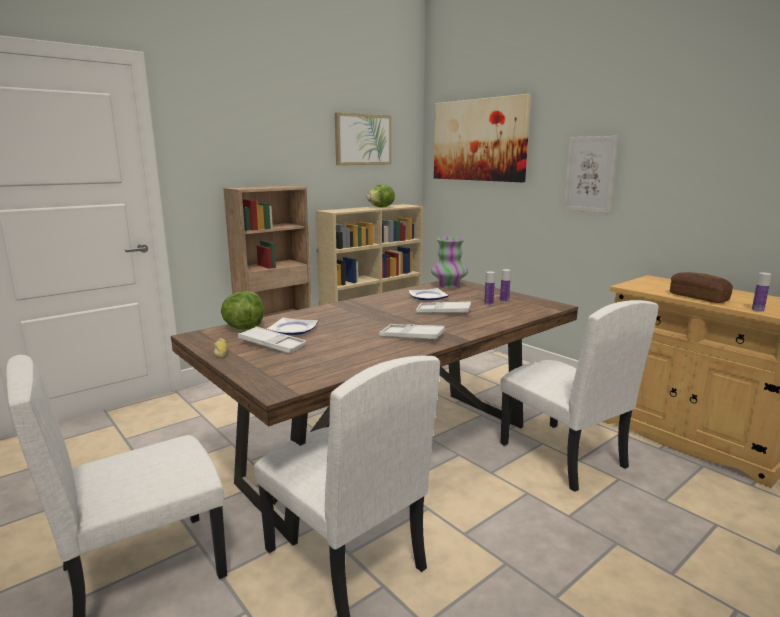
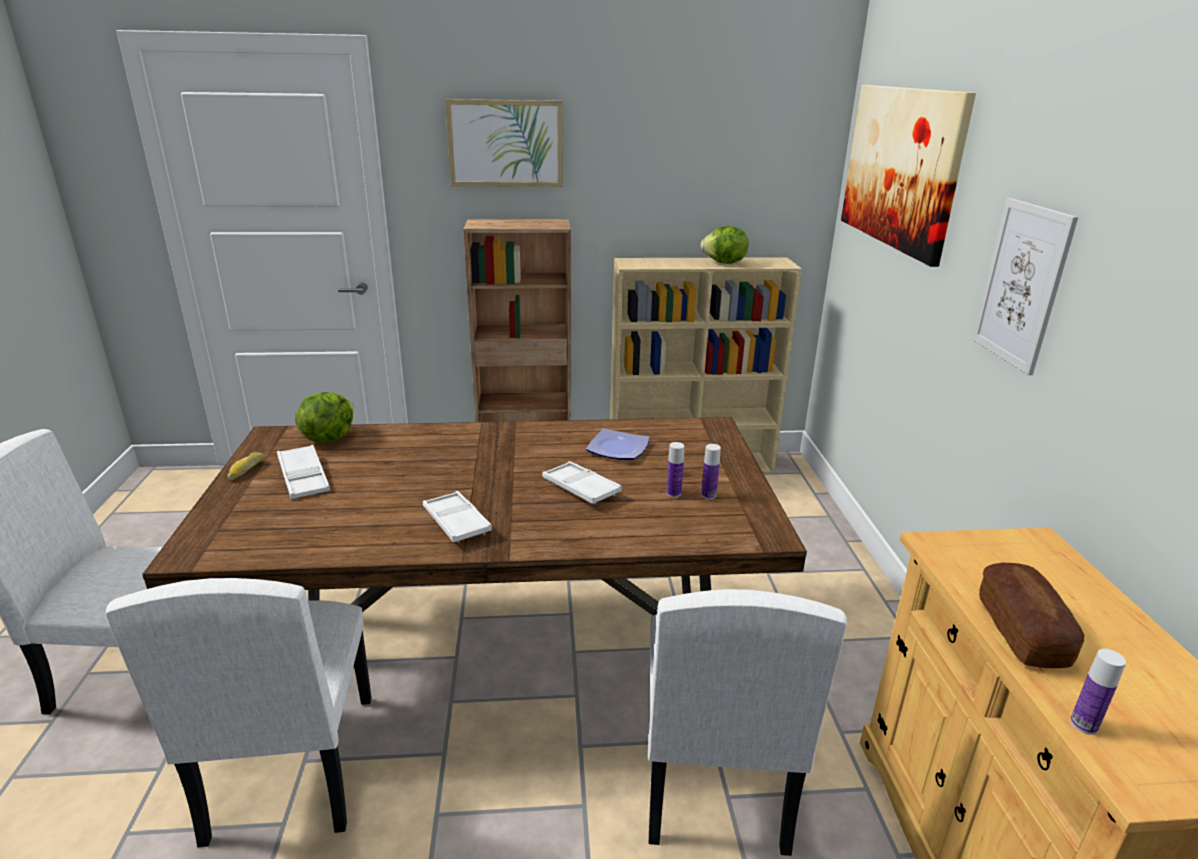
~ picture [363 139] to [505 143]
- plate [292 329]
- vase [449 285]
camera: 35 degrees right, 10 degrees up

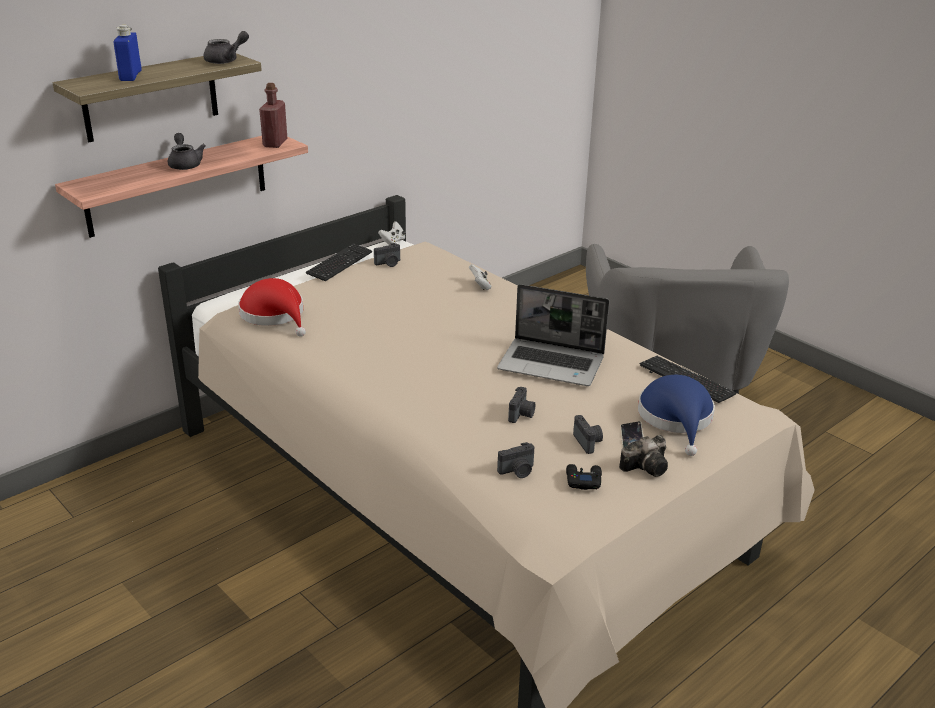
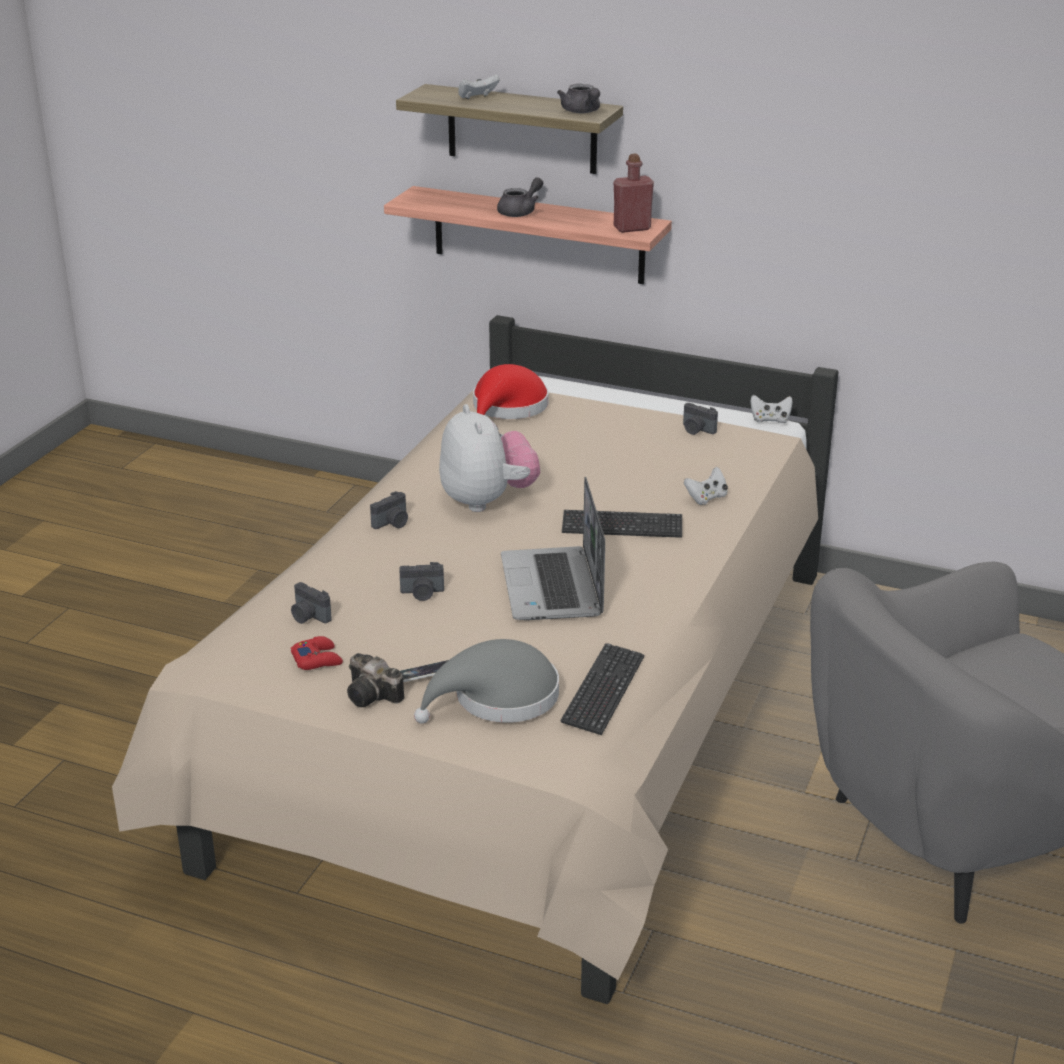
~ black game controller [583 480] to red game controller [317 659]
~ photo camera [588 442] to [392 523]
~ blue hat [677 419] to grey hat [498 698]
+ plush toy [487 501]
~ blue bottle [130 76] to white game controller [477 98]
~ grey teapot [226 60] = [582 112] 45 degrees clockwise
~ keyboard [339 264] to [622 526]
camera: 65 degrees right, 0 degrees up

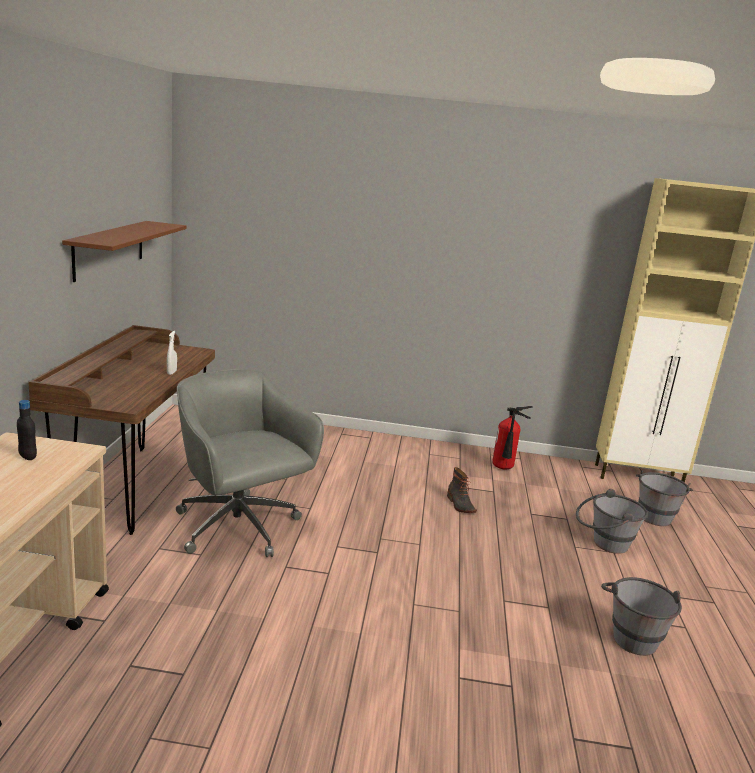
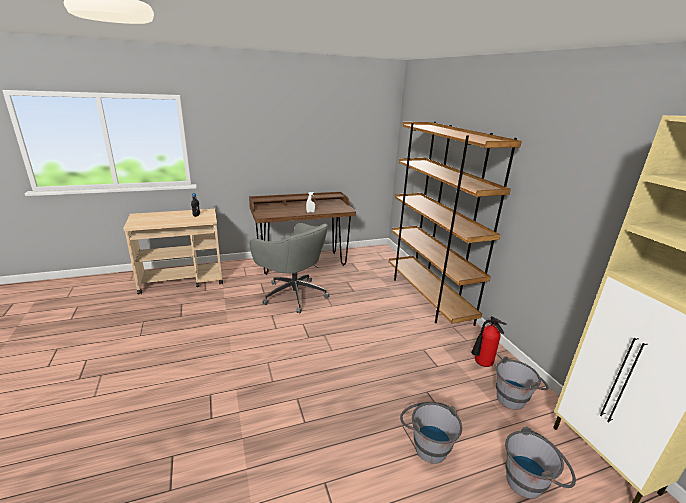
~ grey office chair [239 528] = [293 294] 105 degrees clockwise
+ brown bookcase [428 297]
~ grey bucket [631 635] to [514 397]
- brown shelf [109 249]
- boot [459 505]
camera: 65 degrees right, 5 degrees up

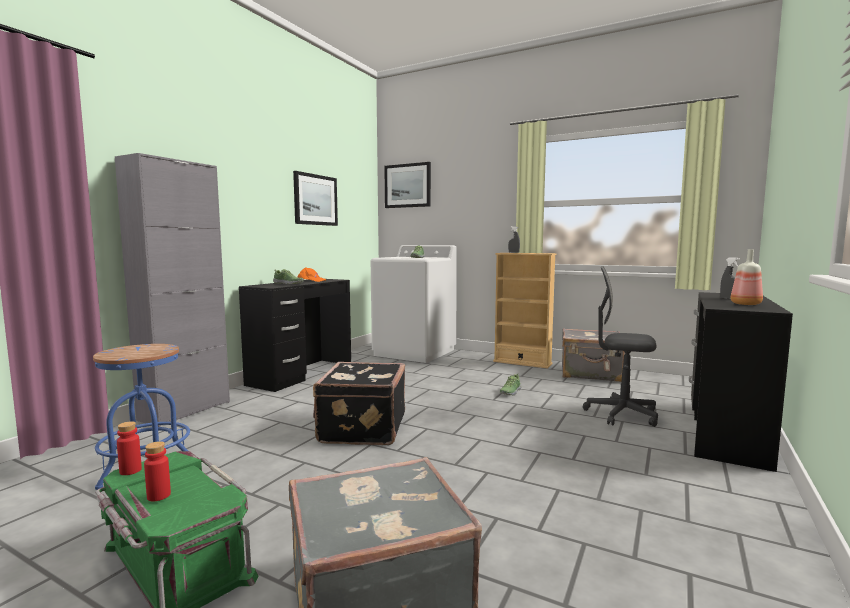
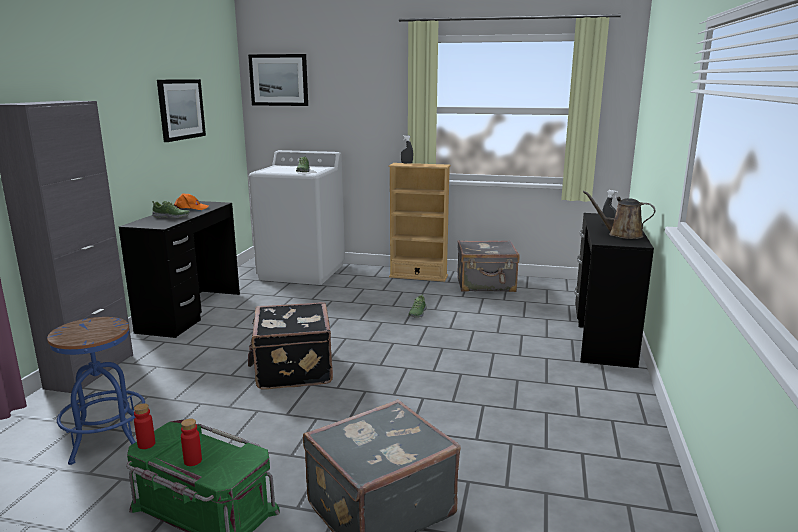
~ bottle [746 304] to brown watering can [621 234]
- grey office chair [621 414]
camera: 15 degrees left, 10 degrees up

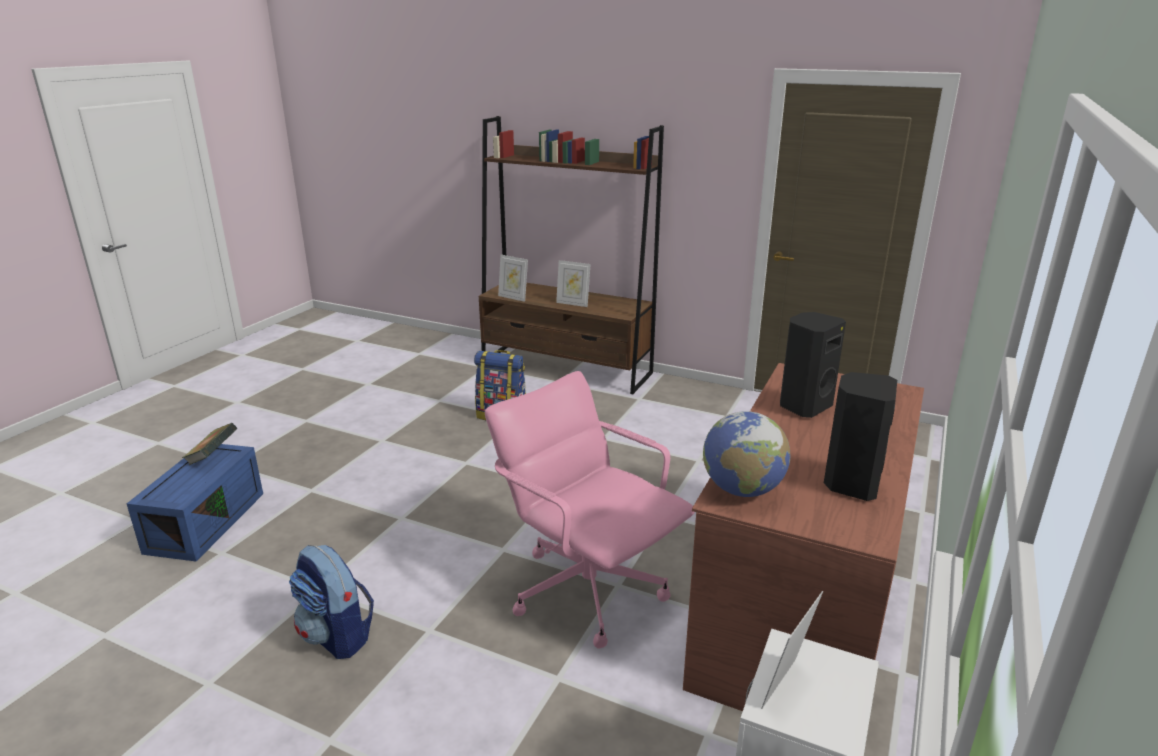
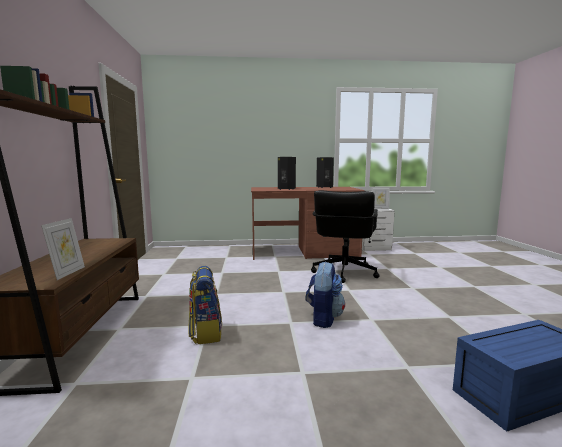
~ backpack [337 636] to [323 318]
~ pink office chair [588 589] to black office chair [344 273]
- book [213 457]
- picture frame [573 303]
- globe [742 490]
camera: 120 degrees left, 15 degrees down

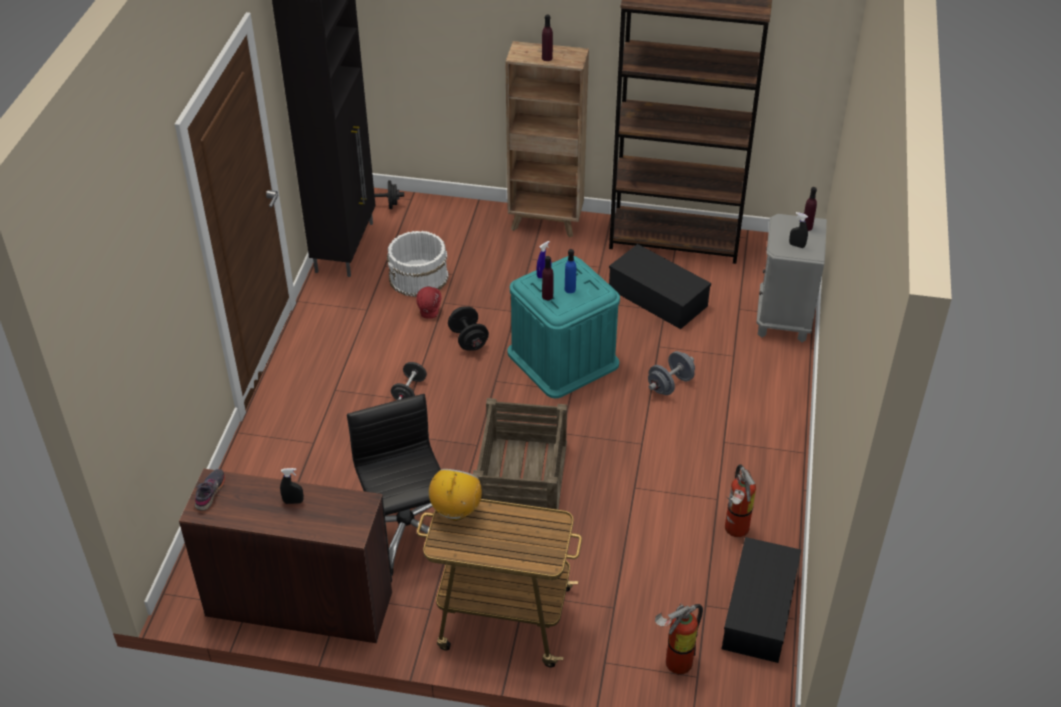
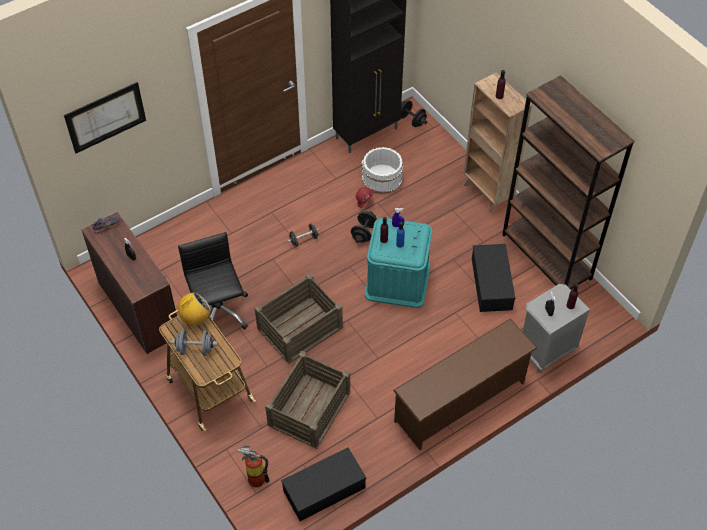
+ picture [105 117]
~ grey dumbbell [670 384] to [195 349]
~ black office chair [406 533] = [218 312] 45 degrees counterclockwise
+ crate [308 408]
+ brown shoe rack [460 403]
- fire extinguisher [735 530]
camera: 45 degrees right, 10 degrees up

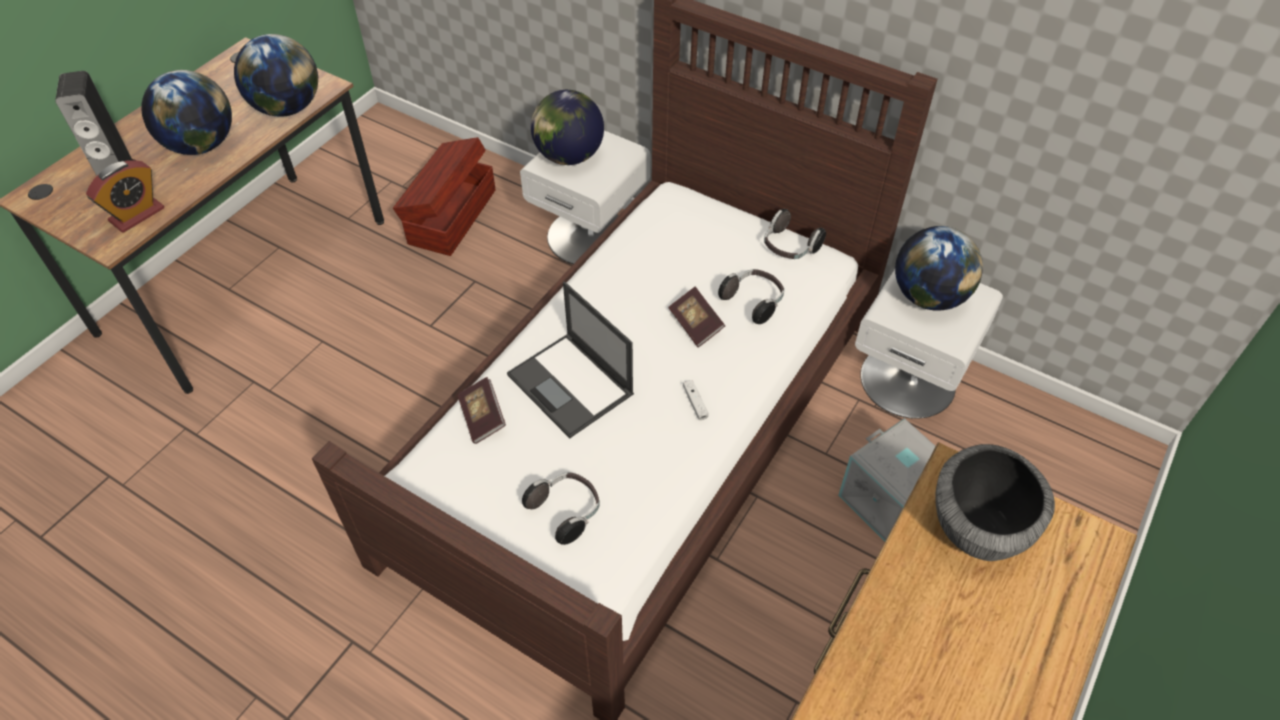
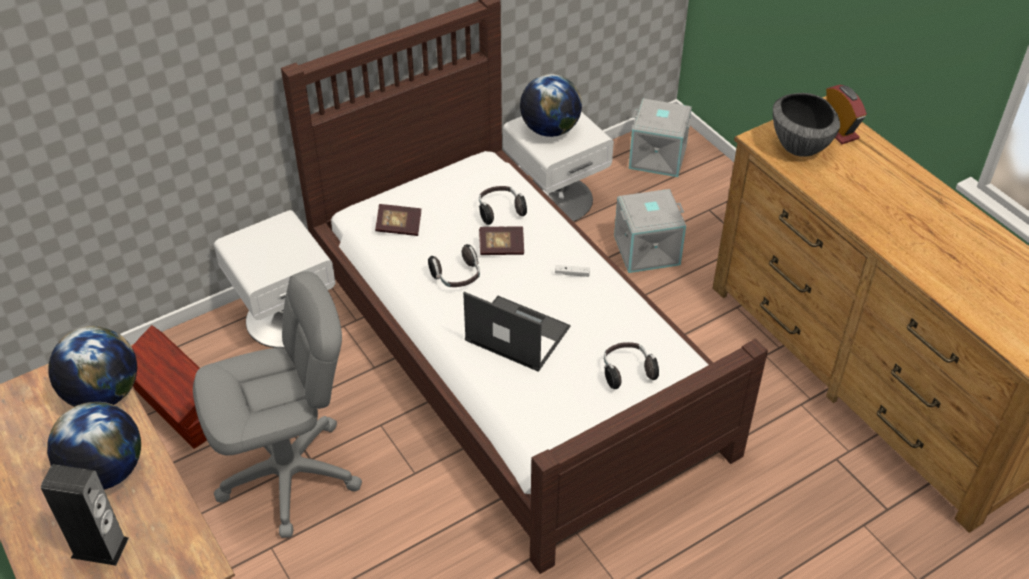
+ grey office chair [289 475]
~ book [482 417] to [399 227]
~ headphones [789 247] to [457 277]
~ laptop [571 385] = [516 333] 135 degrees counterclockwise
+ grey storage box [658 156]
~ alarm clock [137 215] to [838 131]
- globe [569 156]
camera: 65 degrees left, 5 degrees down

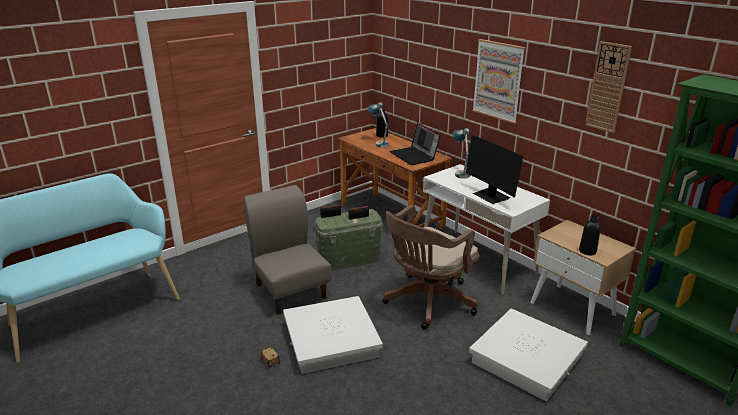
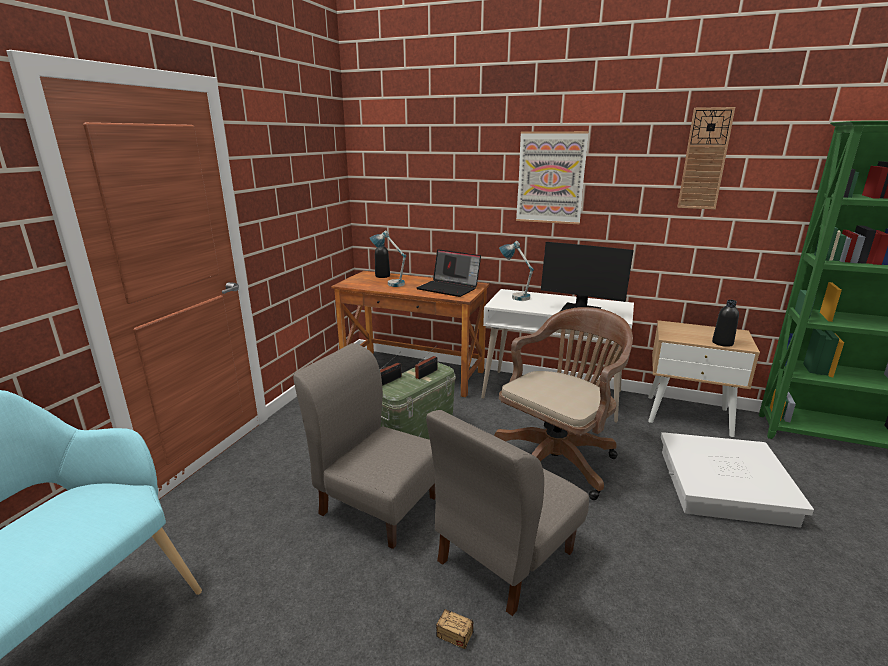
~ white storage box [331 340] to grey chair [504 556]
~ brown office chair [427 303] = [558 458] 150 degrees counterclockwise
camera: 30 degrees left, 5 degrees down

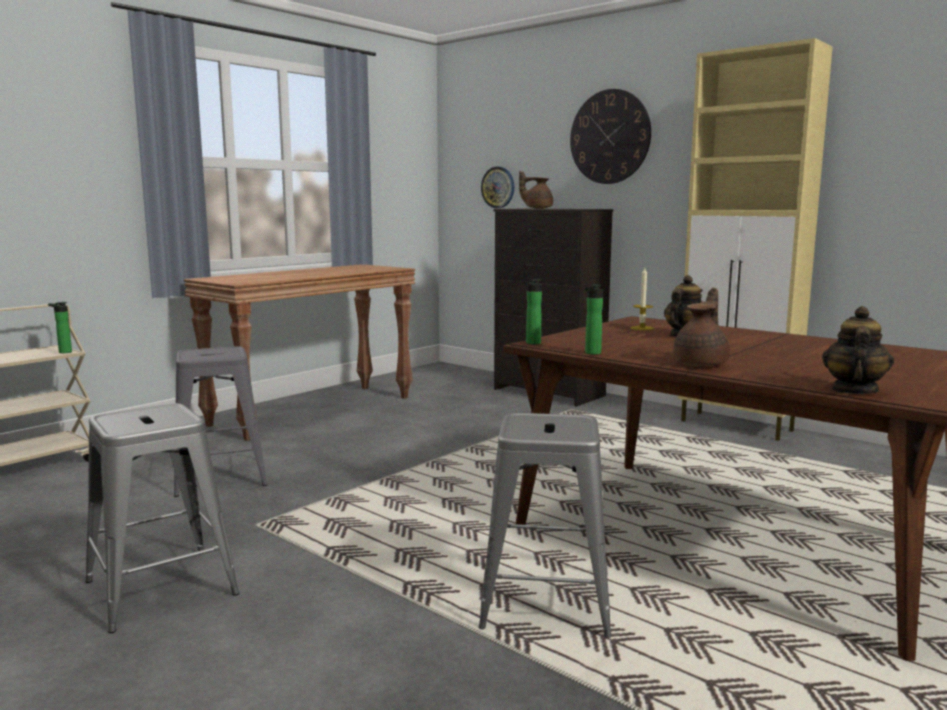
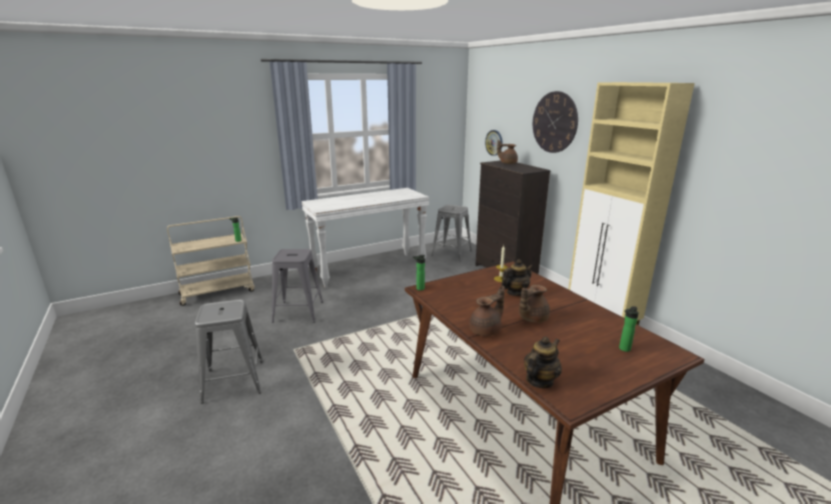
~ brown console table [313 410] to white console table [369 269]
~ grey stool [546 602] to [451 253]
+ brown teapot [531 318]
~ bottle [591 353] to [623 349]
camera: 20 degrees right, 10 degrees up

